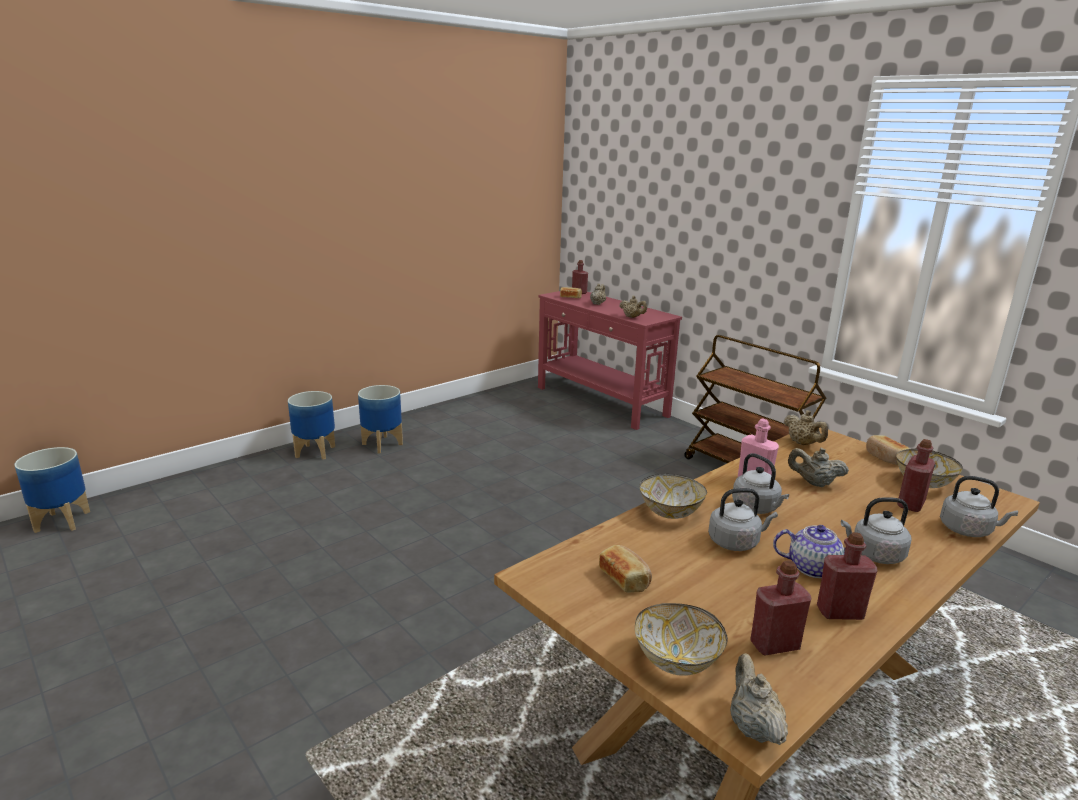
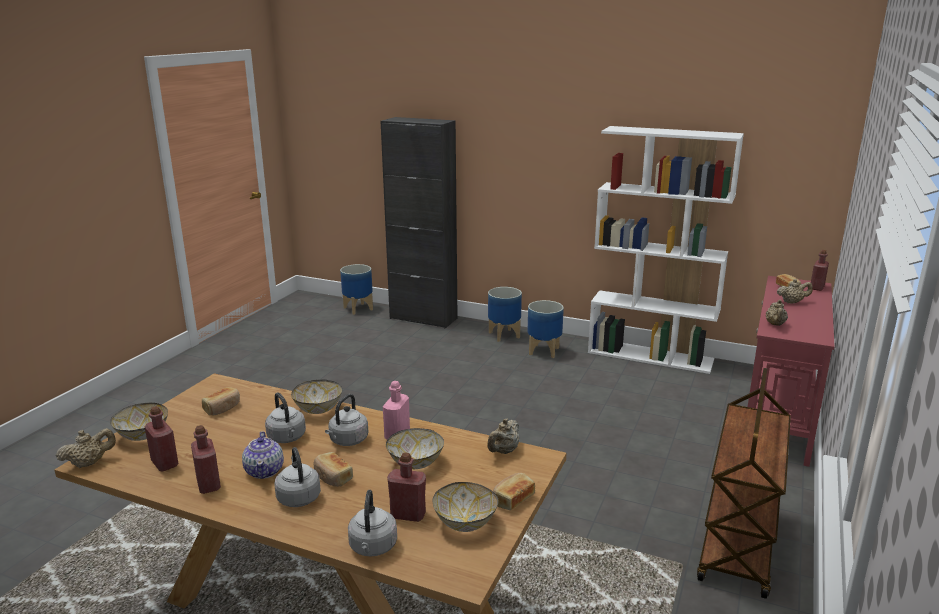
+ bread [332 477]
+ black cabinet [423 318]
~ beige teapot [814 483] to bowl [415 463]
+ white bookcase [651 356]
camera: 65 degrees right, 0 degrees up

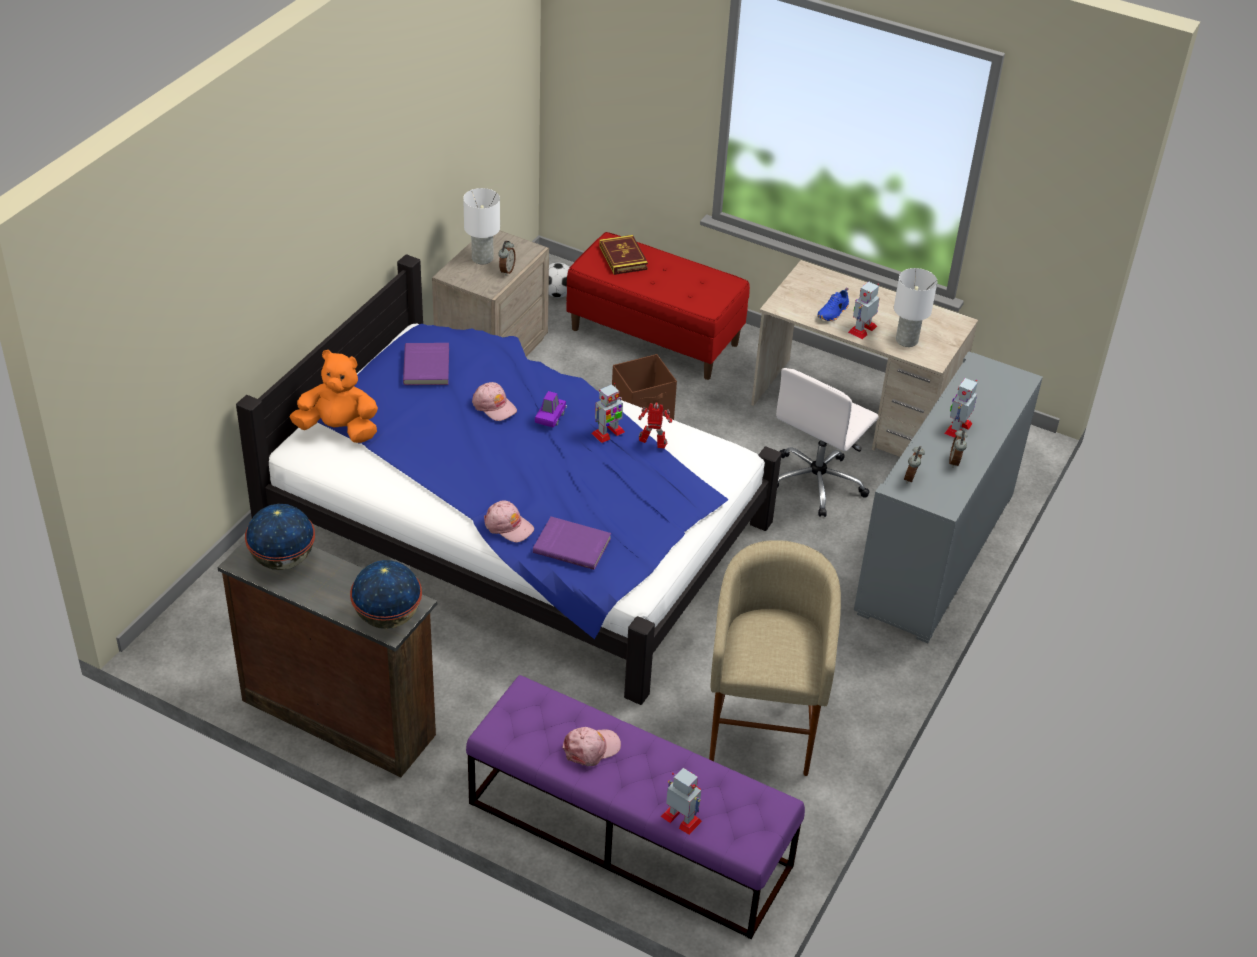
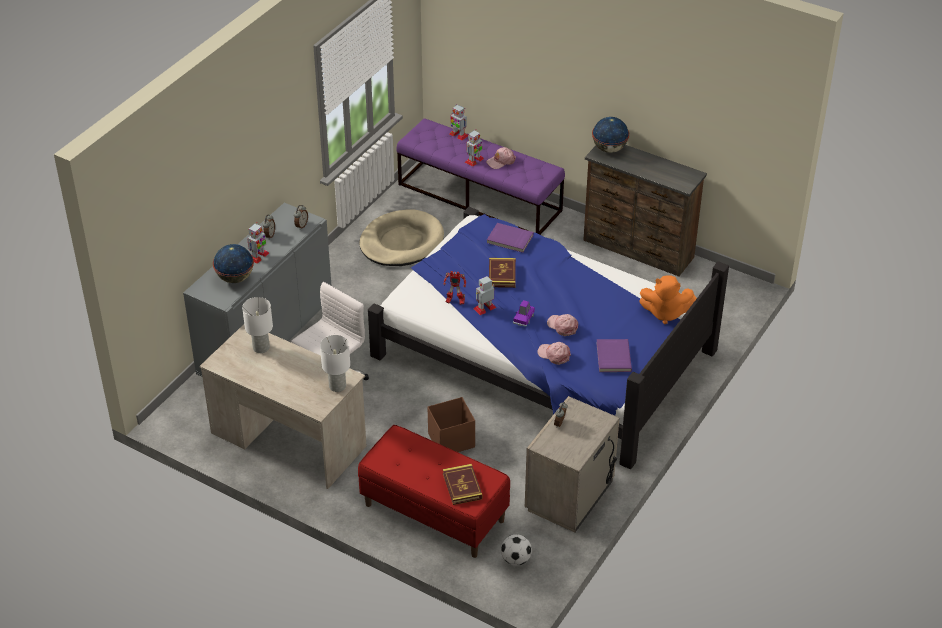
~ globe [282 560] to [235 278]
~ white table lamp [483 258] to [337 386]
~ beige stool [762 726] to beige dog bed [401 242]
~ toy robot [862 329] to [474 160]
+ book [502 275]
~ pink cap [508 526] to [554 355]
- blue shoe [833 313]
camera: 175 degrees left, 0 degrees up

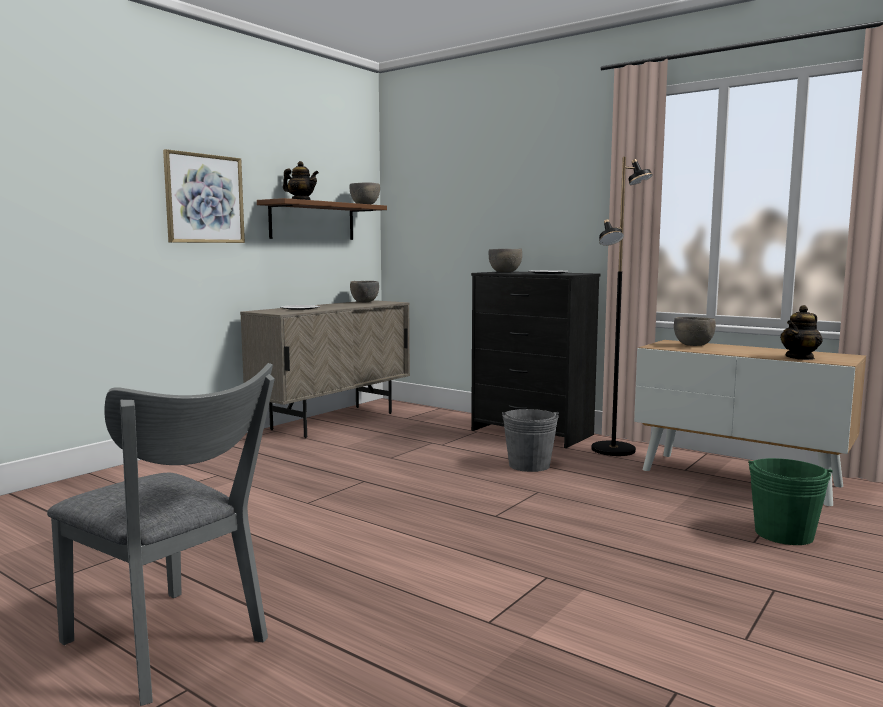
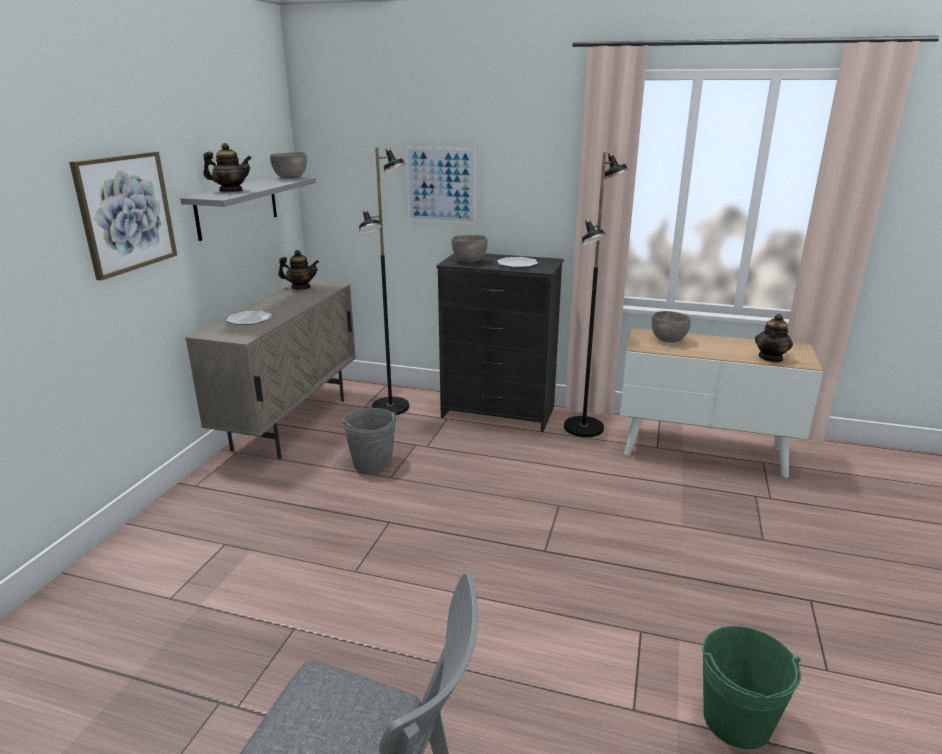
~ brown shelf [312 221] to grey shelf [237 207]
~ grey bowl [364 302] to teapot [301 287]
~ grey bucket [529 465] to [372 462]
+ black floor lamp [391 407]
+ picture [441 185]
~ green bucket [784 534] to [737 720]
camera: 20 degrees left, 15 degrees up

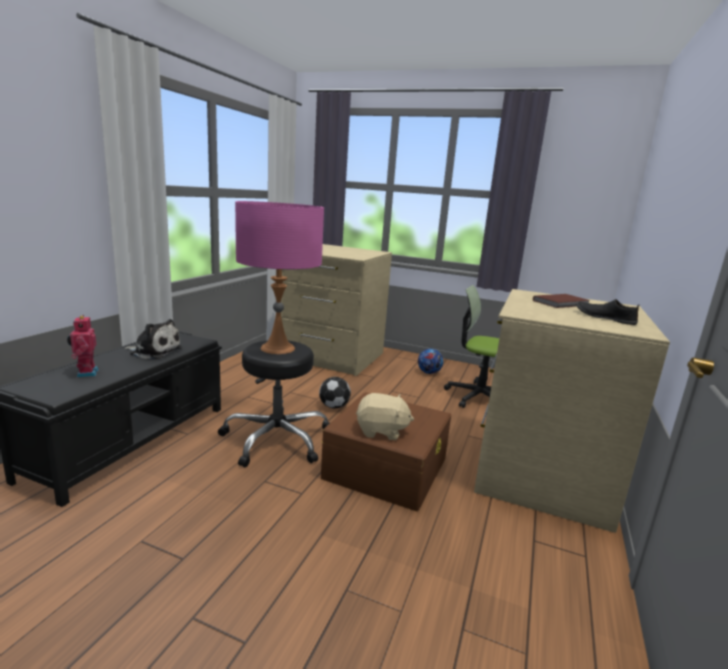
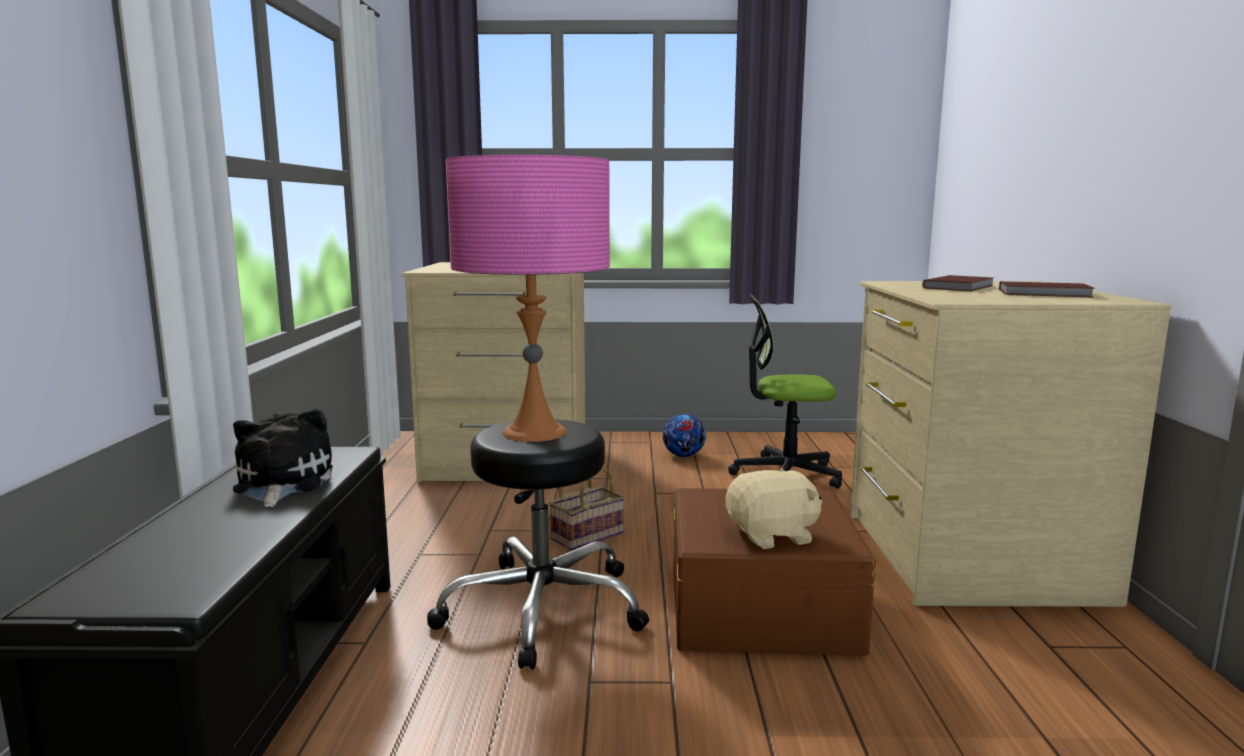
~ plush toy [154 351] = [281 483] 90 degrees counterclockwise
~ football [334 406] to basket [588 535]
~ black shoe [604 317] to brown book [1045 293]
- toy robot [86 373]
camera: 20 degrees left, 5 degrees down

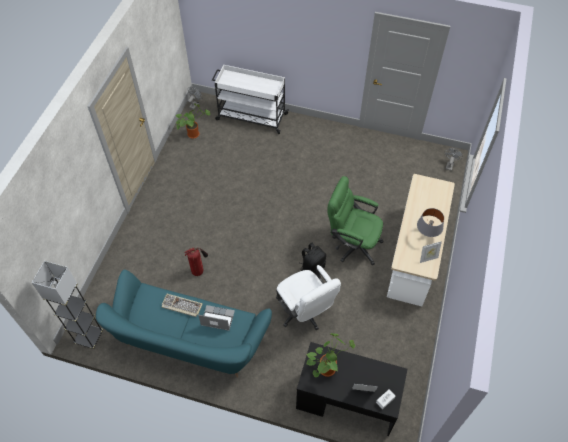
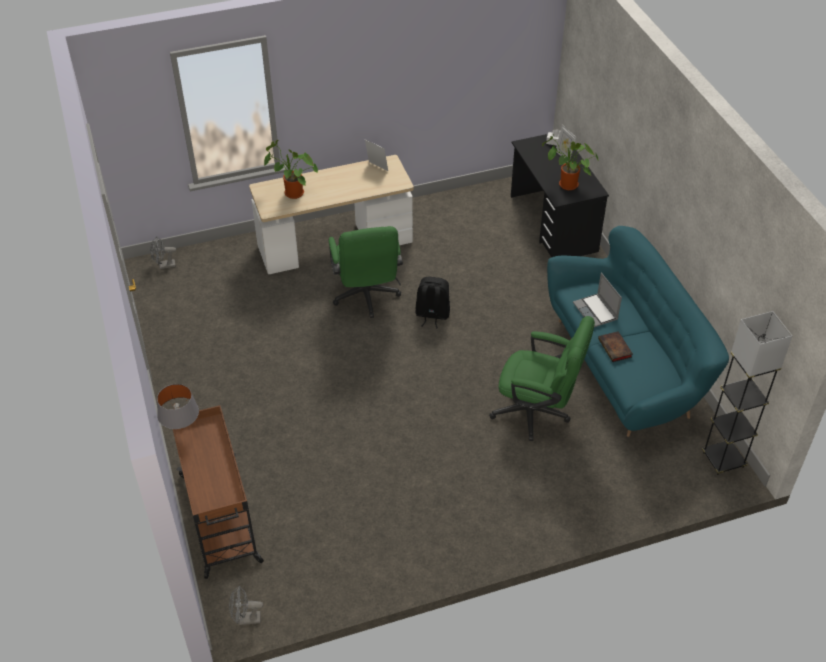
~ grey table lamp [427 235] to [182 430]
~ white cart [251 117] to brown cart [220 519]
~ potted plant [194 133] to [291 193]
~ fire extinguisher [199 271] to green office chair [537 413]
~ keyboard [181 306] to book [615 349]
- white office chair [304 312]
camera: 125 degrees left, 10 degrees down

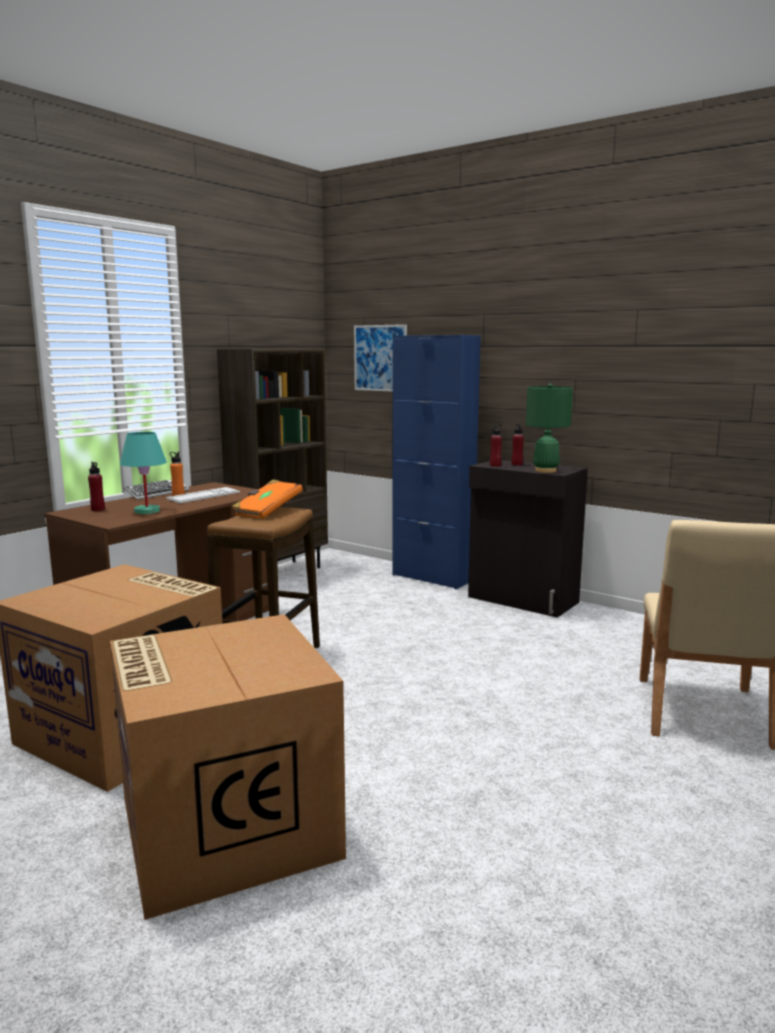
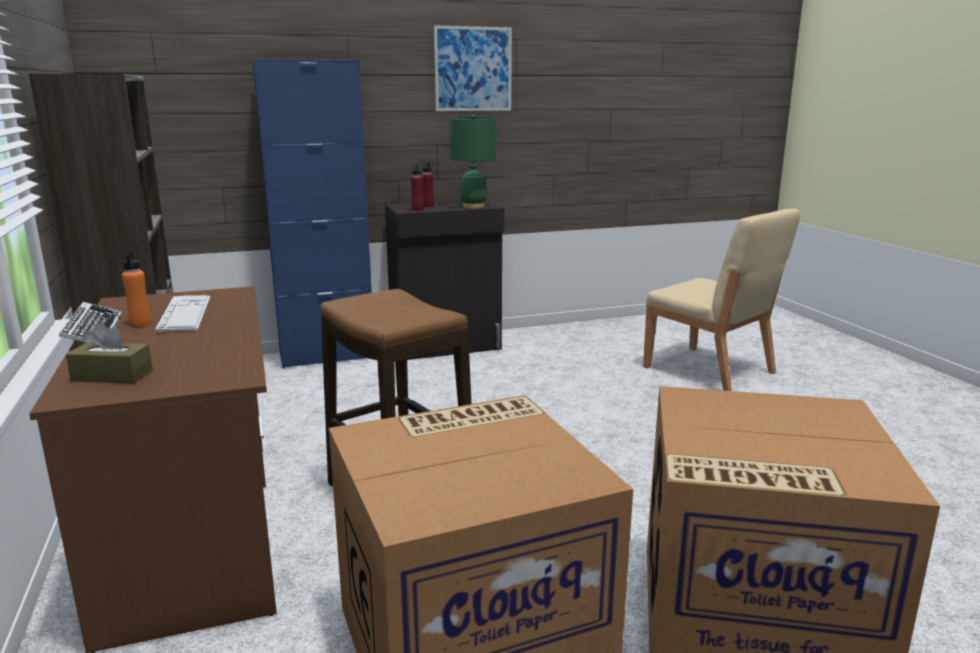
~ red bottle [98 509] to brown tissue box [112 376]
~ picture [380 358] to [473 69]
- turquoise table lamp [147 511]
- orange book [267 512]
camera: 55 degrees left, 5 degrees up

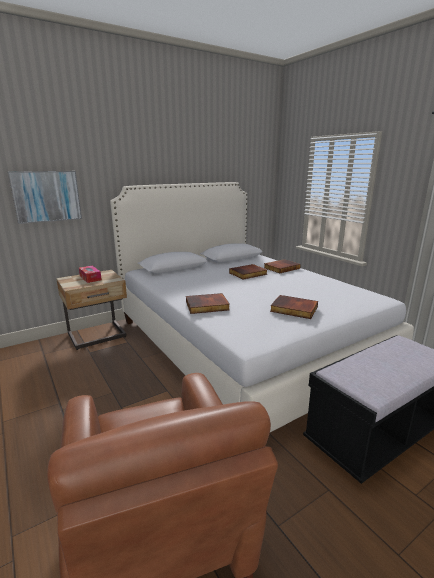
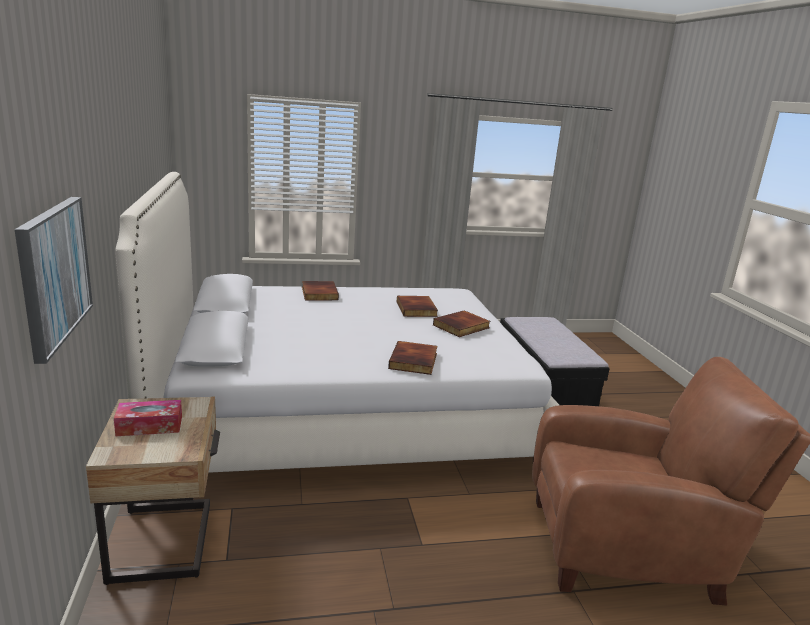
~ book [248 274] to [417 309]
camera: 70 degrees left, 0 degrees up

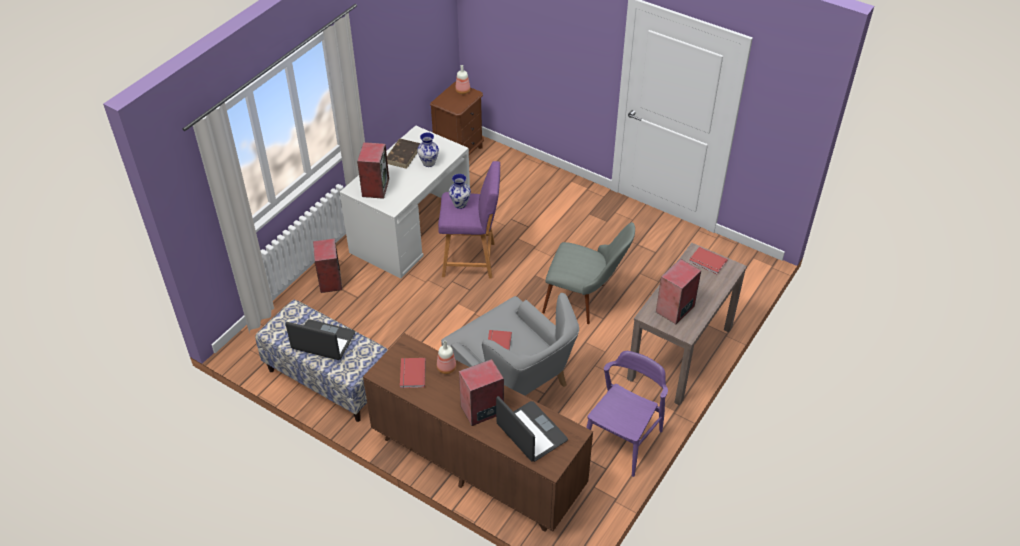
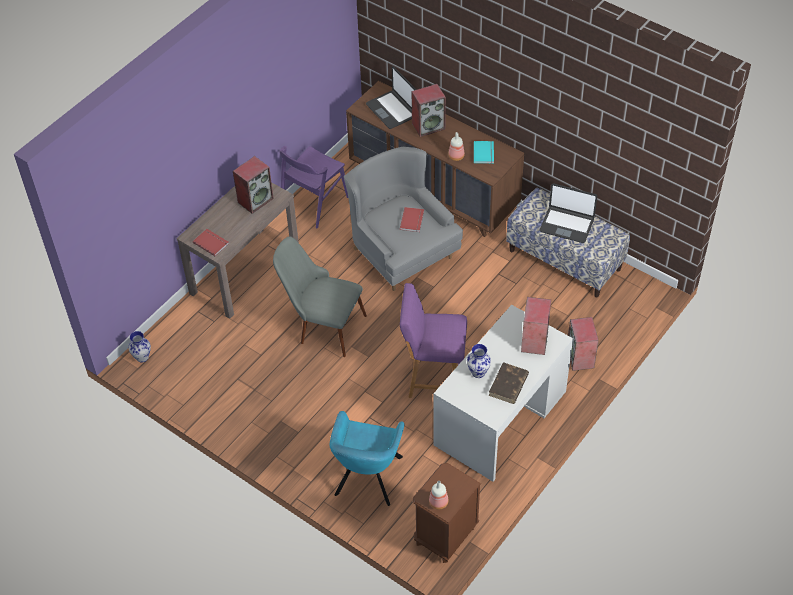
~ vase [460 204] to [142 357]
+ turquoise armchair [368 478]
~ red book [411 374] to turquoise book [484 153]
camera: 175 degrees left, 5 degrees up

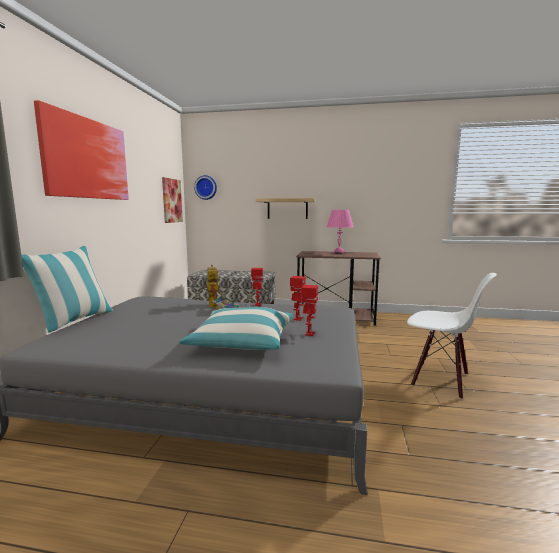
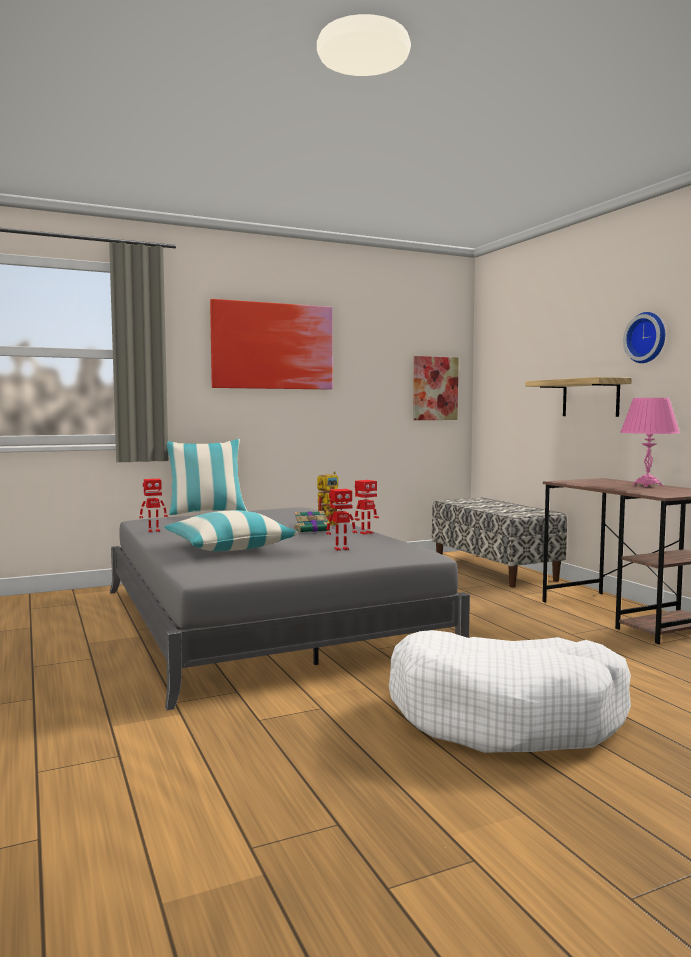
~ toy robot [309 334] to [153 531]
~ white chair [440 380] to white dog bed [506 716]
~ wall clock [206 187] to [647 338]
camera: 55 degrees right, 5 degrees down

